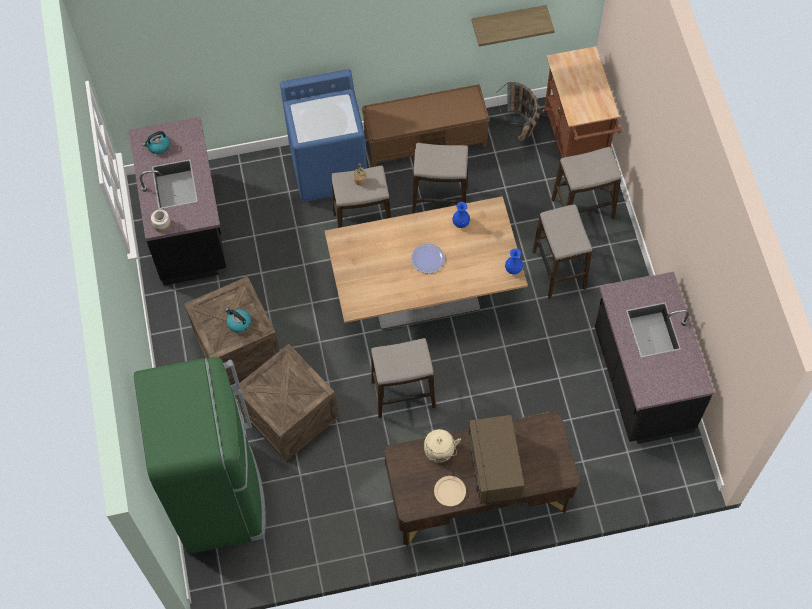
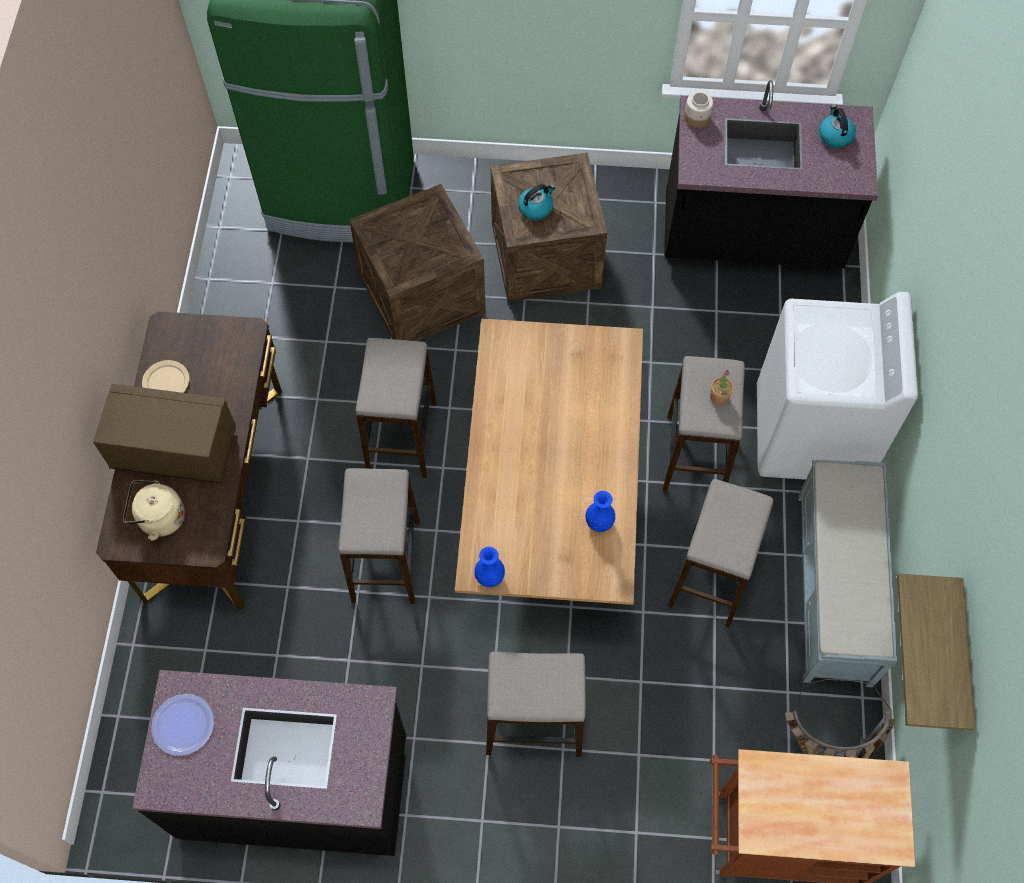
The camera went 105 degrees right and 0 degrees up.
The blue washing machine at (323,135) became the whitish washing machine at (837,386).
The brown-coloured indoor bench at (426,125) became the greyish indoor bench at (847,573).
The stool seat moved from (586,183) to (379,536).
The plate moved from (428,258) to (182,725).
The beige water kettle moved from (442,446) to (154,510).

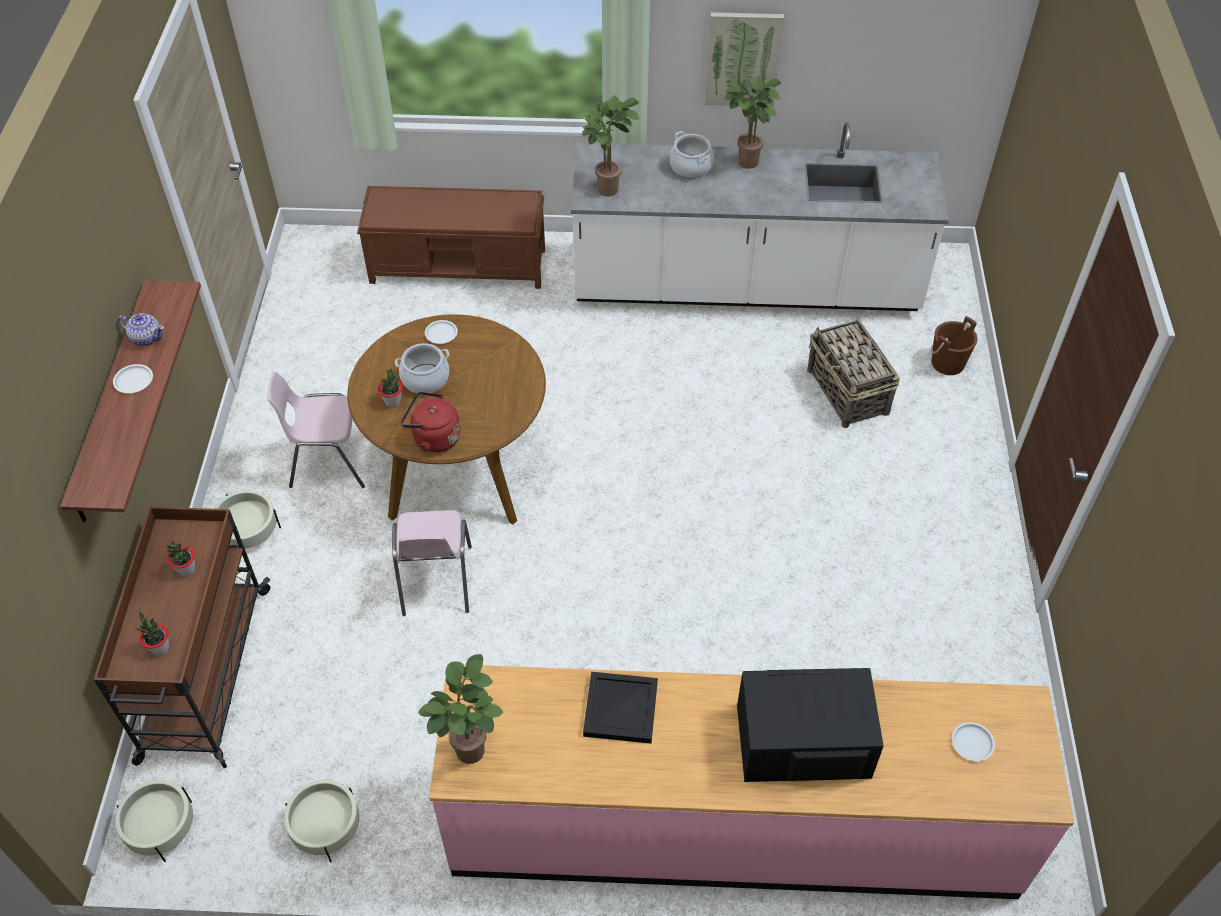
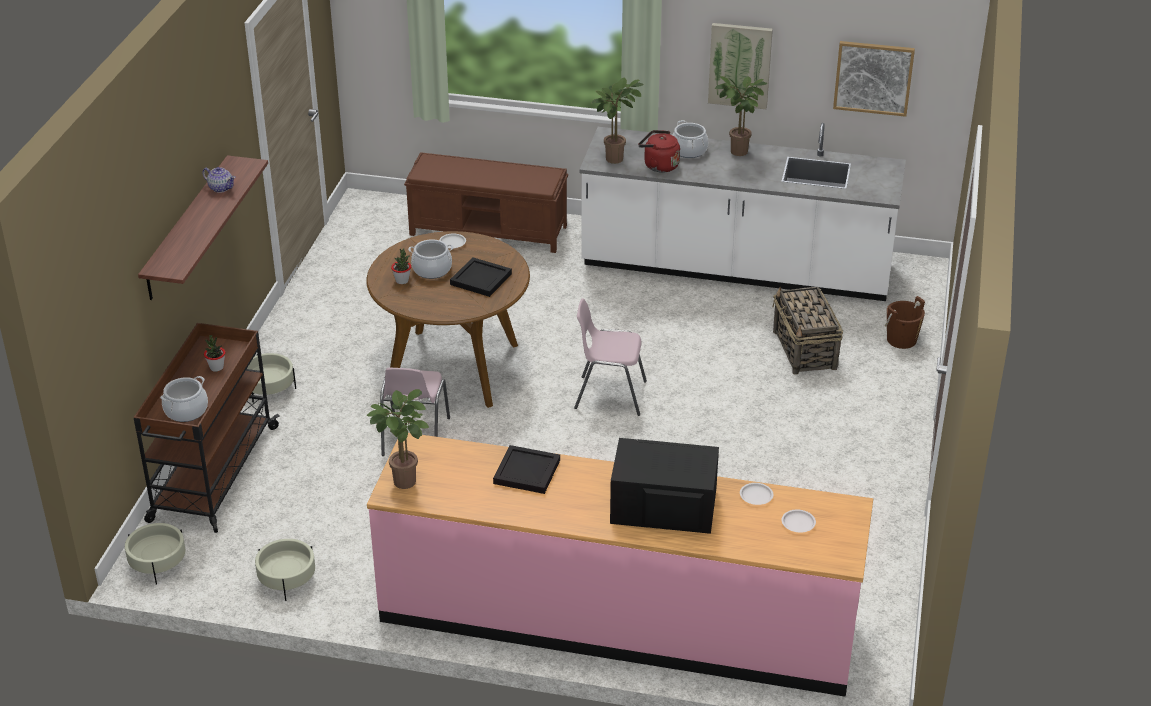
The camera went 10 degrees right and 15 degrees down.
The whitish plate moved from (133,378) to (756,494).
The pinkish plain chair moved from (316,429) to (610,357).
The red-coloured water kettle moved from (431,422) to (659,151).
The potted plant at (152,633) was replaced by the cooking pot at (184,399).
The wall picture at (874,79) appeared.
The blackish serving tray at (481,277) appeared.

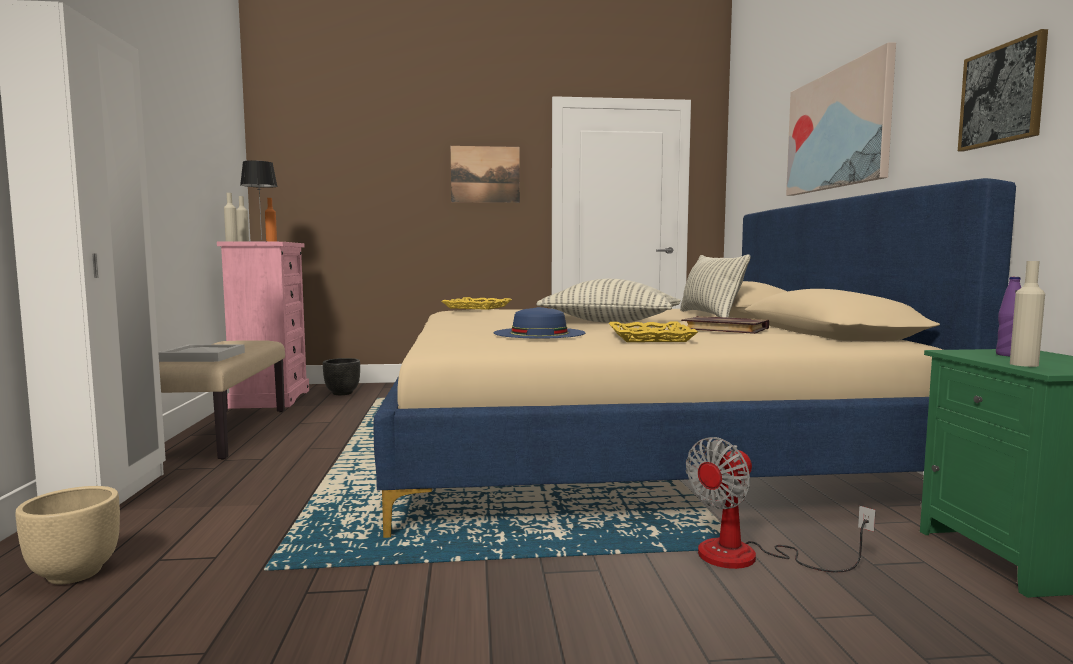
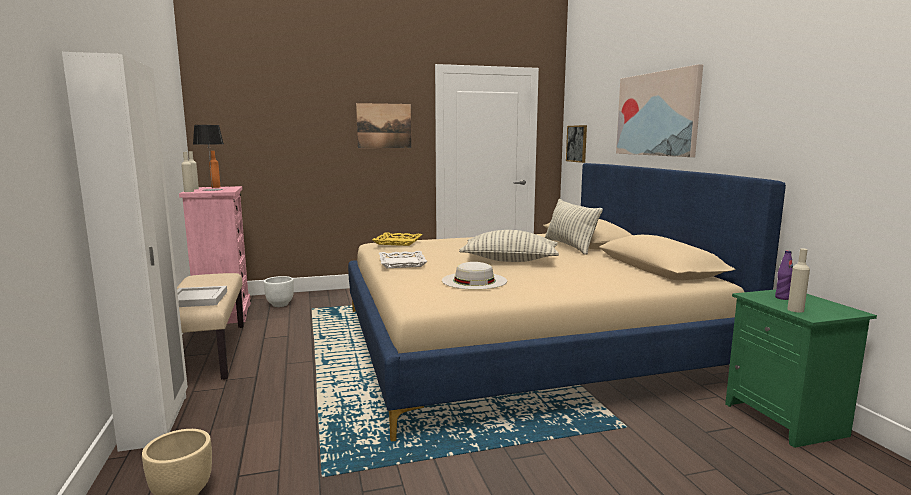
The camera went 10 degrees left and 5 degrees up.
The wall picture moved from (1003,90) to (576,144).
The blue wearable hat at (539,323) became the whitish wearable hat at (474,276).
The bound book at (725,325) disappeared.
The yellow serving tray at (653,332) disappeared.
The blackish planter at (341,376) became the whitish planter at (279,291).
The fan at (781,504) disappeared.
The whitish serving tray at (403,259) appeared.

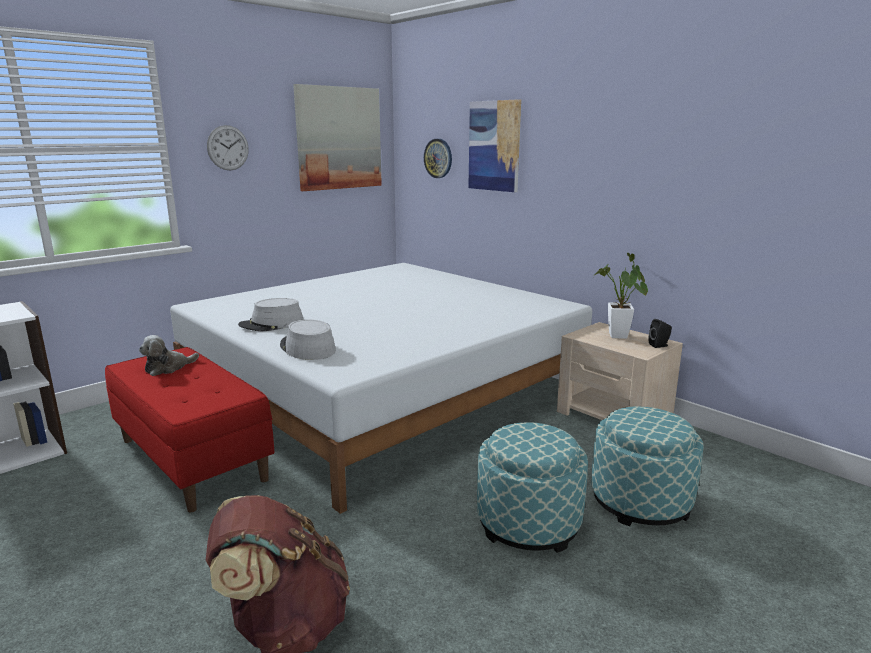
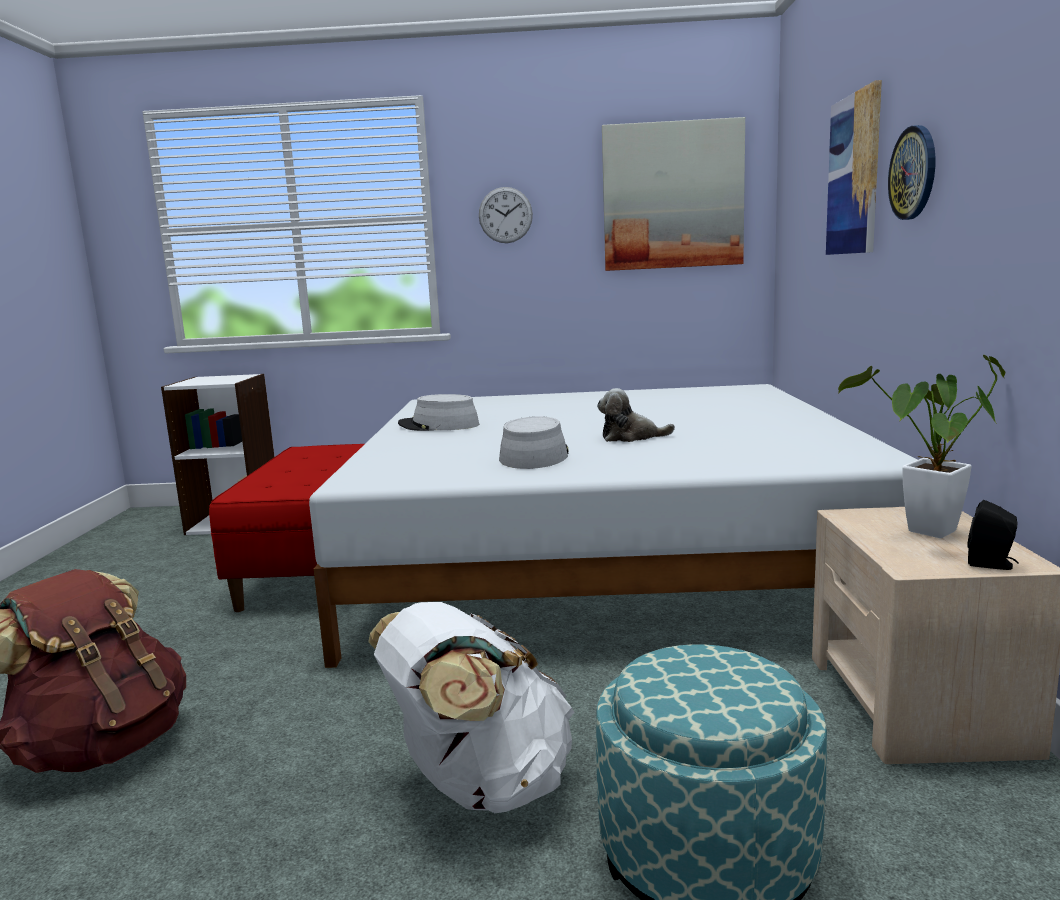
The camera went 45 degrees right and 5 degrees down.
The wall clock moved from (438,158) to (912,172).
The greyish wearable hat moved from (308,339) to (534,442).
The plush toy moved from (169,355) to (636,415).
The footrest at (532,487) was replaced by the whitish backpack at (471,707).

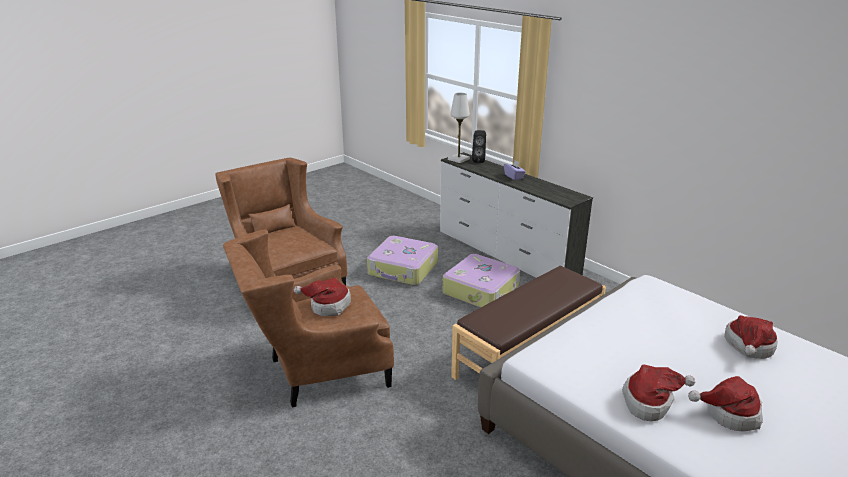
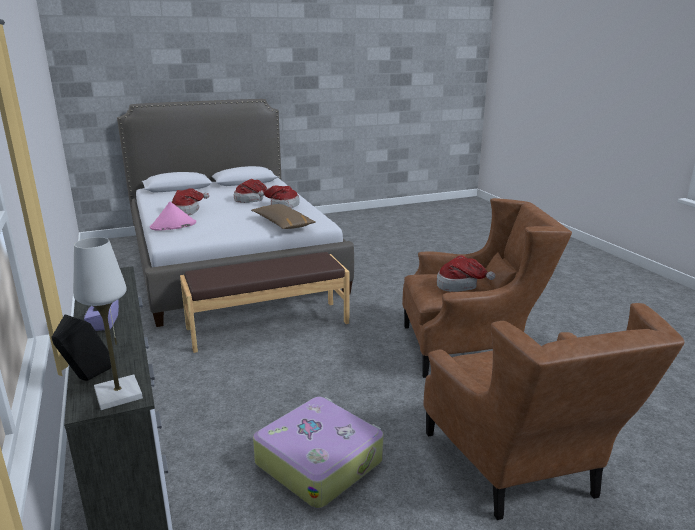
The camera went 160 degrees left and 5 degrees down.
The piece of luggage at (481,281) disappeared.
The pinkish wearable hat at (173,216) appeared.
The brown-coloured cushion at (283,216) appeared.

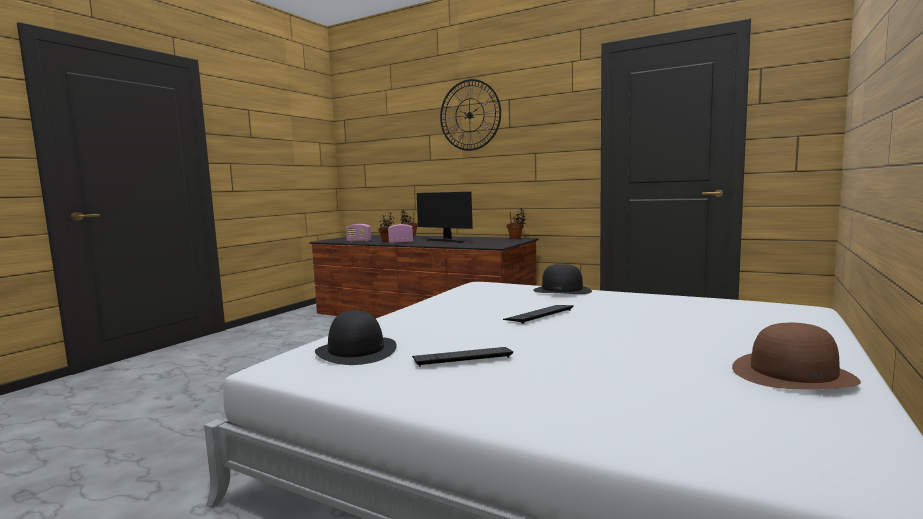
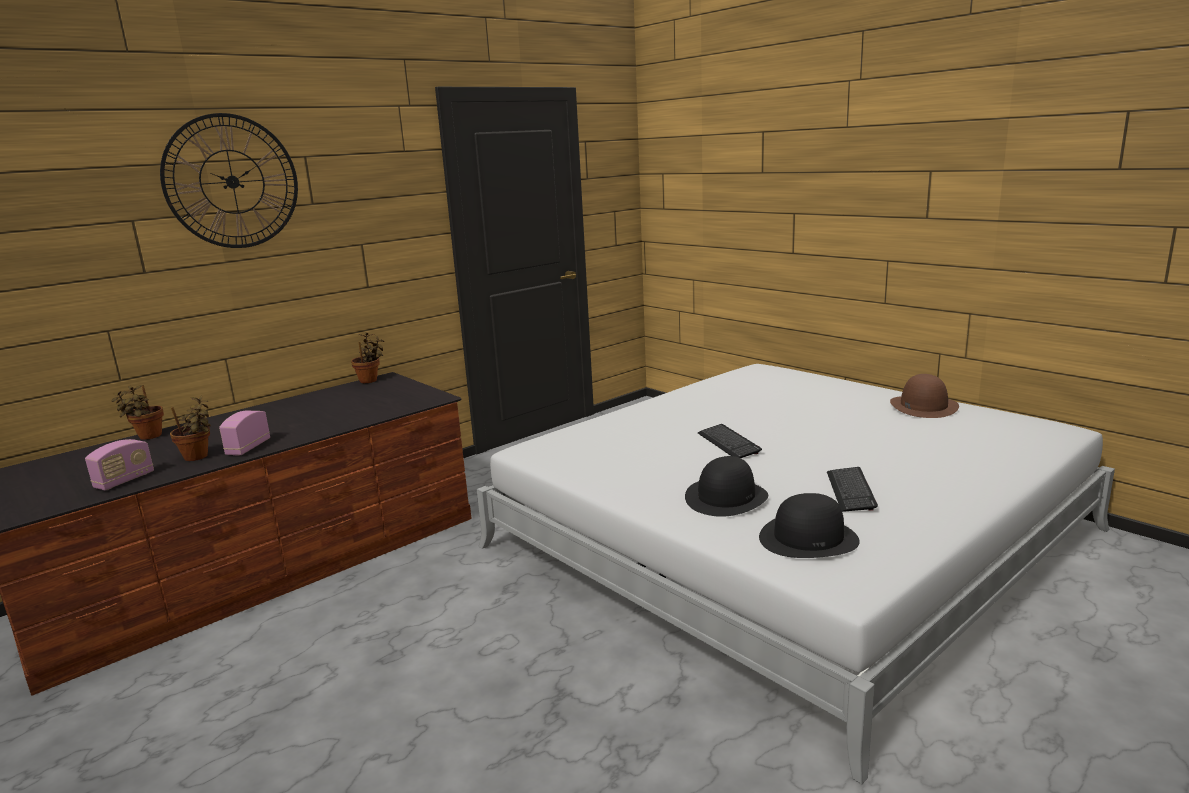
The camera went 70 degrees left and 10 degrees up.
The computer display at (445,217) disappeared.
The blackish wearable hat moved from (562,279) to (726,486).

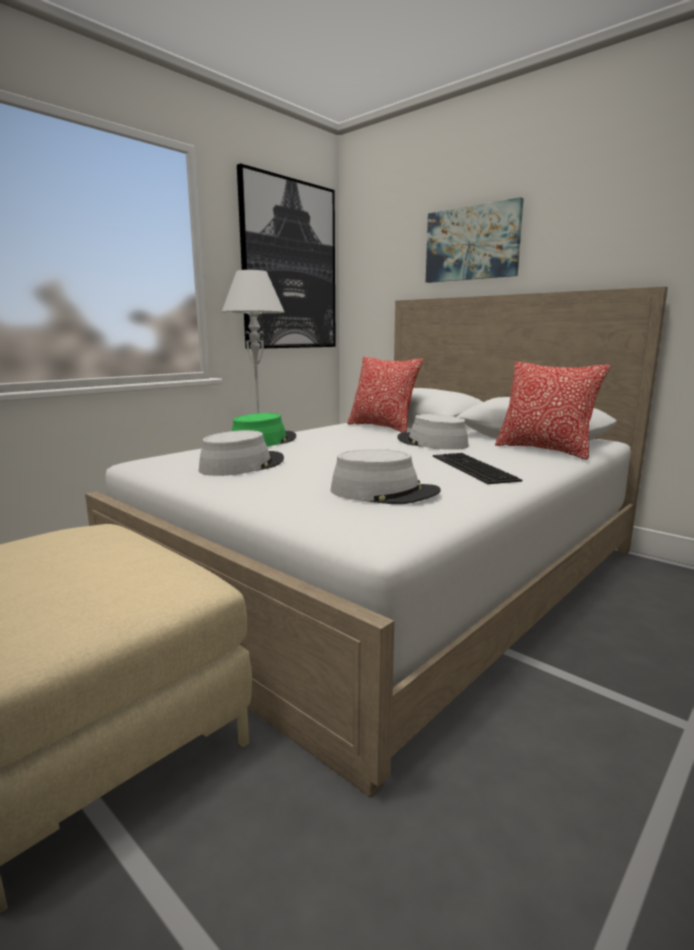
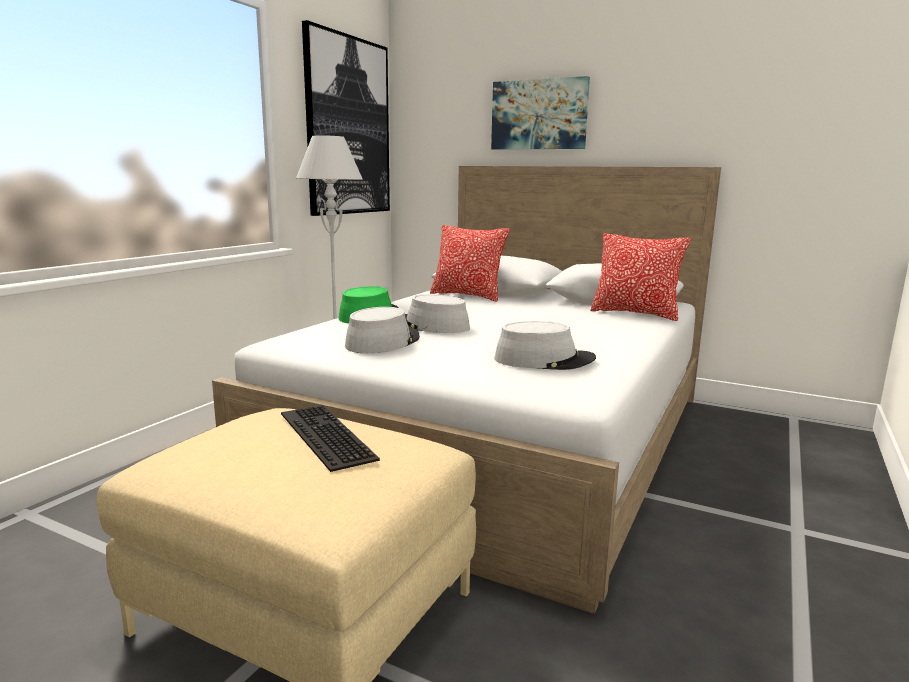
The camera went 15 degrees left and 0 degrees up.
The greyish wearable hat moved from (433,432) to (437,313).
The keyboard moved from (477,468) to (330,438).

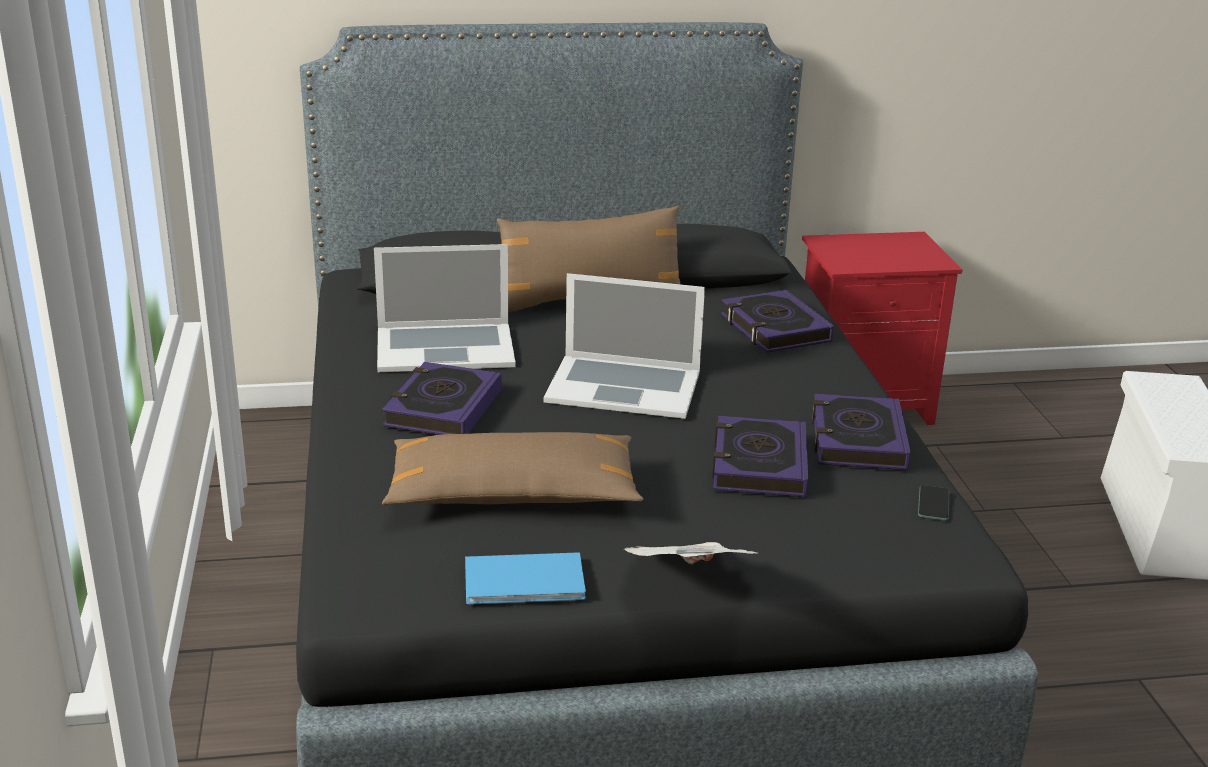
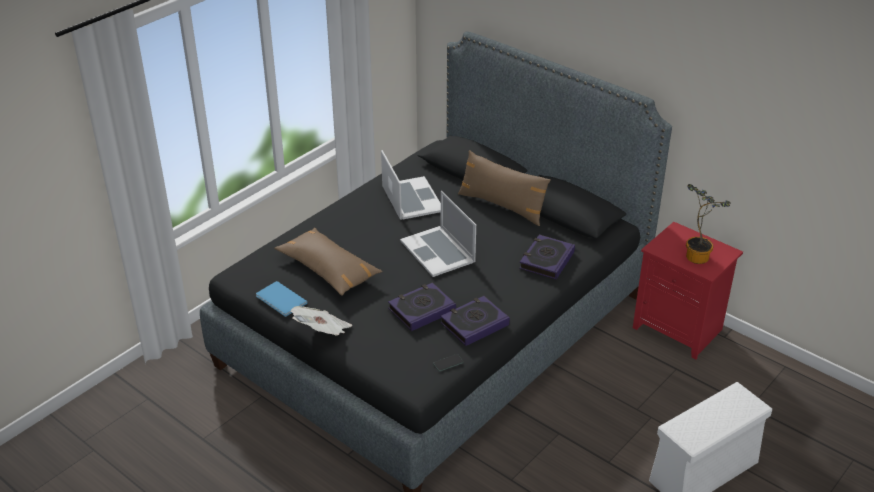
The camera went 50 degrees right and 10 degrees up.
The laptop at (445,308) turned 150 degrees counterclockwise.
The bound book at (441,398) disappeared.
The potted plant at (708,224) appeared.

